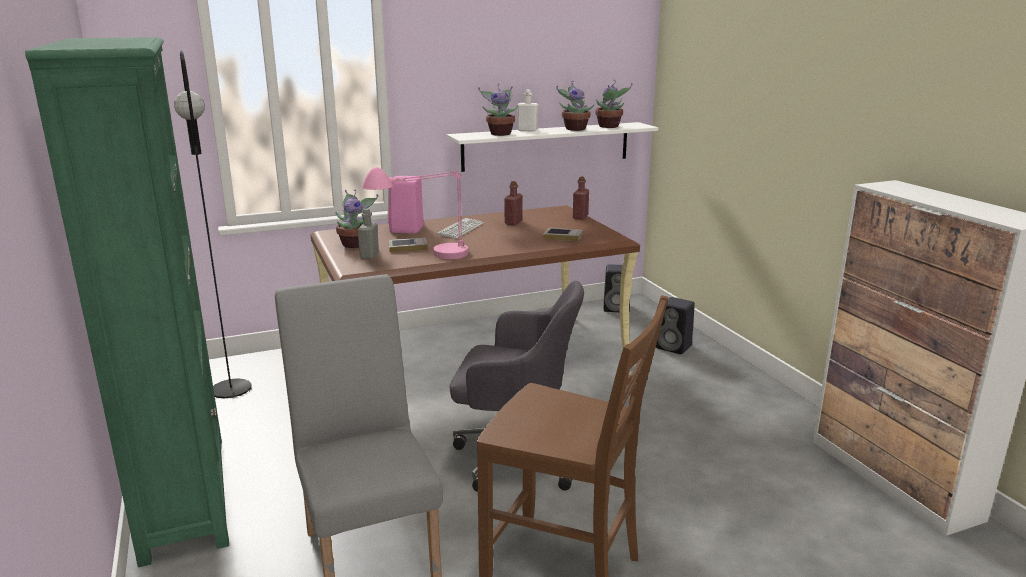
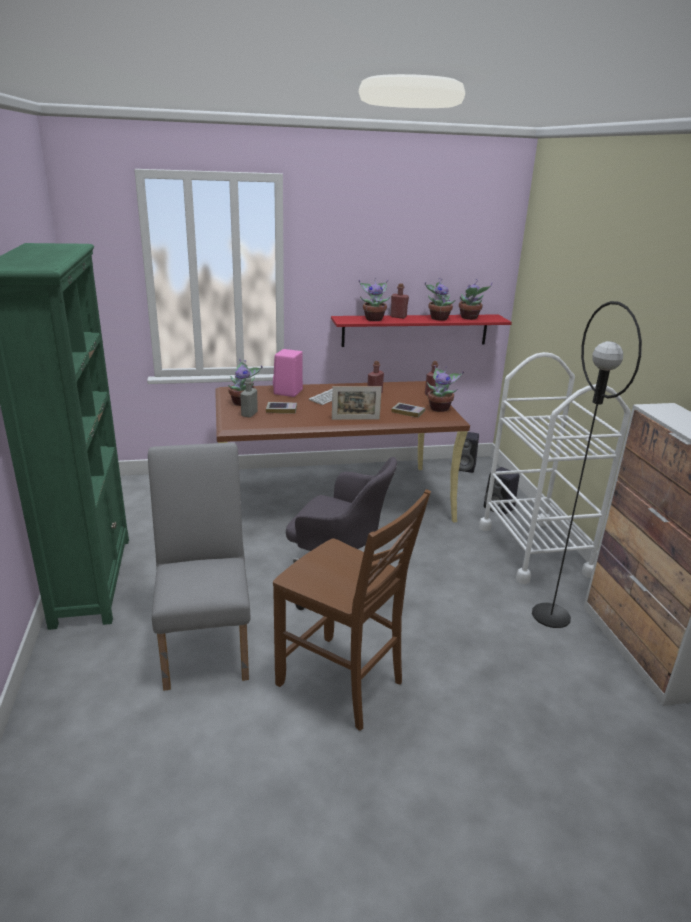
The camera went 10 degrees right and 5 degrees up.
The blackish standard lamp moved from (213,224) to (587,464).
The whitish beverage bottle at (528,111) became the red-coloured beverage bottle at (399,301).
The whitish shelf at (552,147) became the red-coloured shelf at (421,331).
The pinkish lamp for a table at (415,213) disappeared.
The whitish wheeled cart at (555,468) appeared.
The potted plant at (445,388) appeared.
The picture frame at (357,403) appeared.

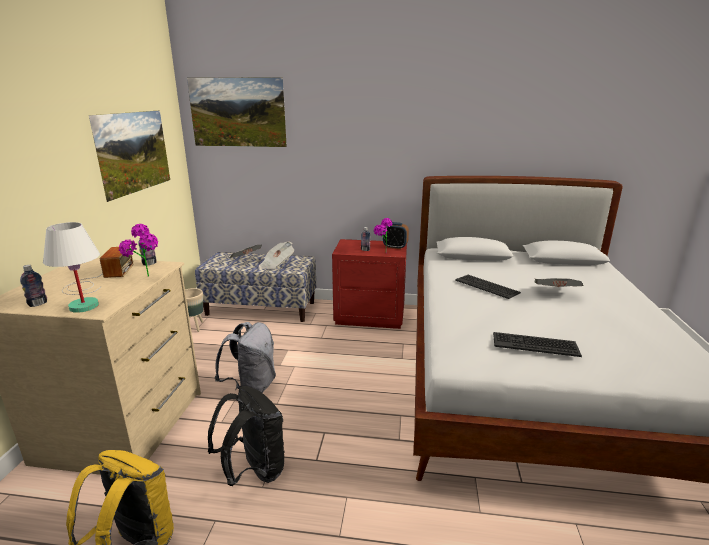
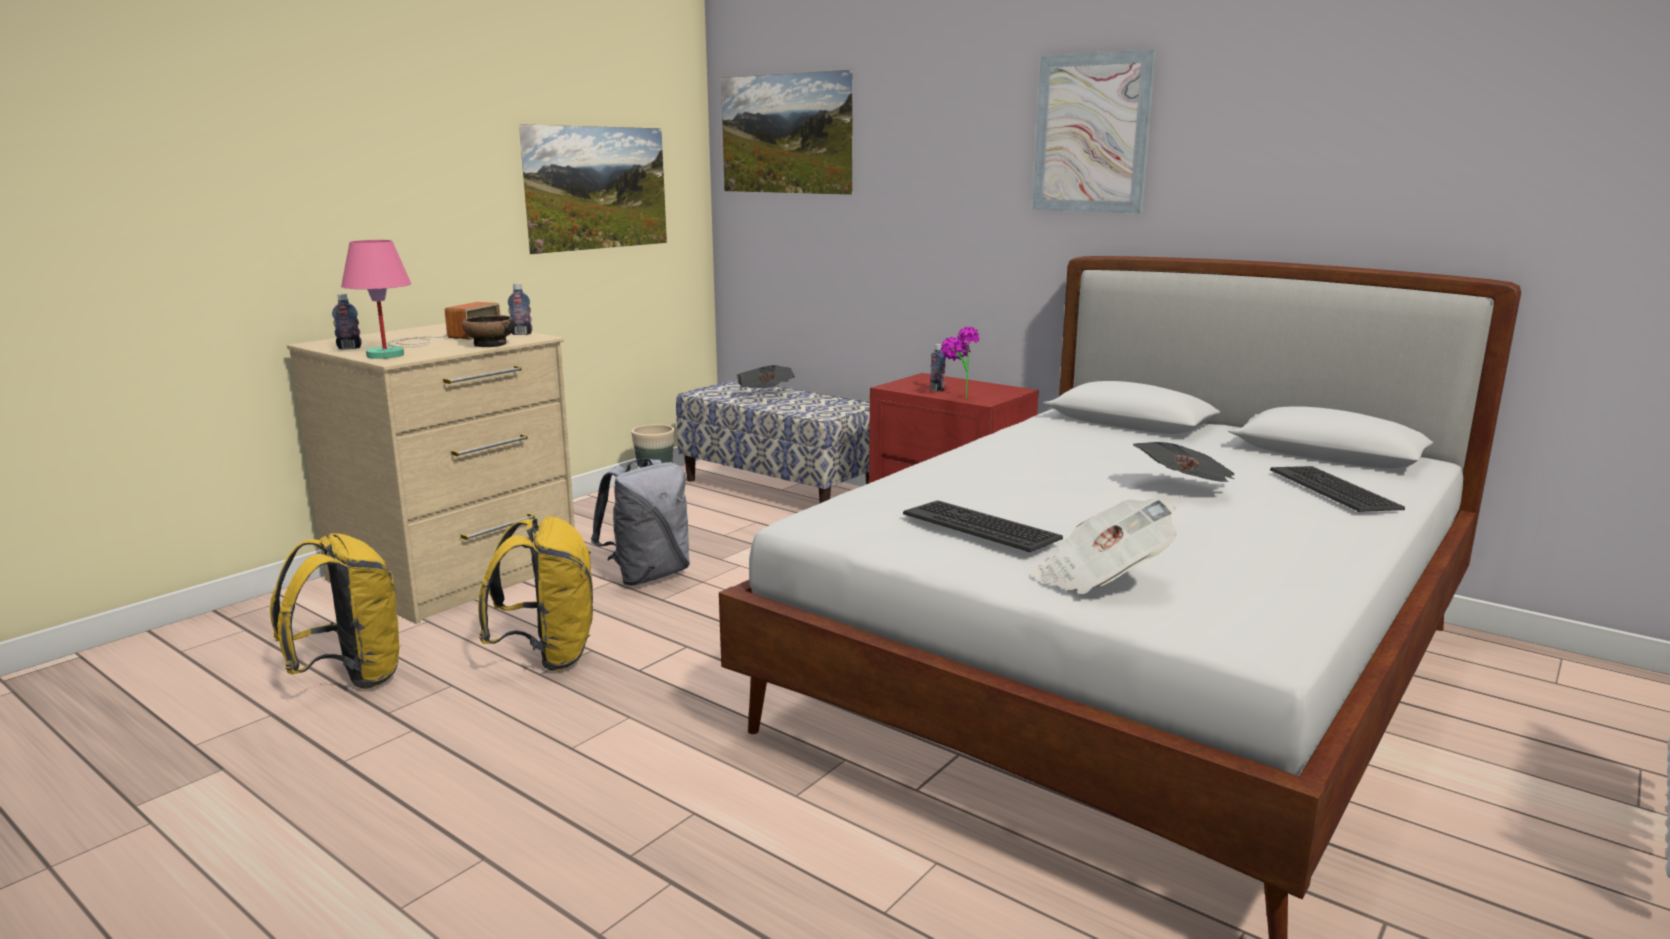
The camera went 30 degrees right and 5 degrees down.
The whitish lamp for a table at (71,267) became the pinkish lamp for a table at (376,299).
The alarm clock at (396,235) disappeared.
The potted plant at (138,250) was replaced by the deep dish at (488,331).
The printed paper moved from (276,255) to (1104,546).
The keyboard moved from (488,287) to (1337,489).
The blackish backpack at (246,436) became the yellow backpack at (535,594).
The wall picture at (1094,131) appeared.

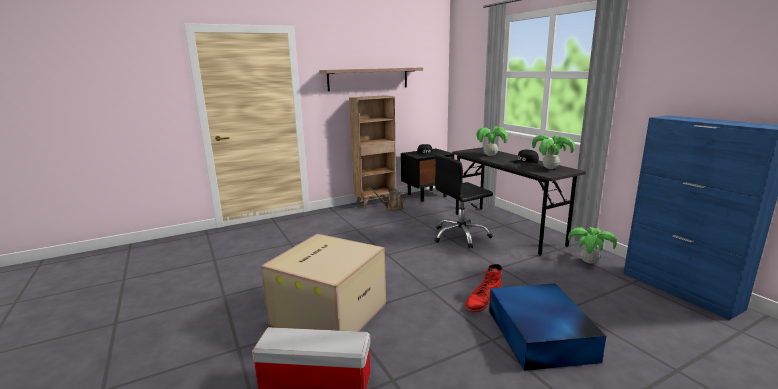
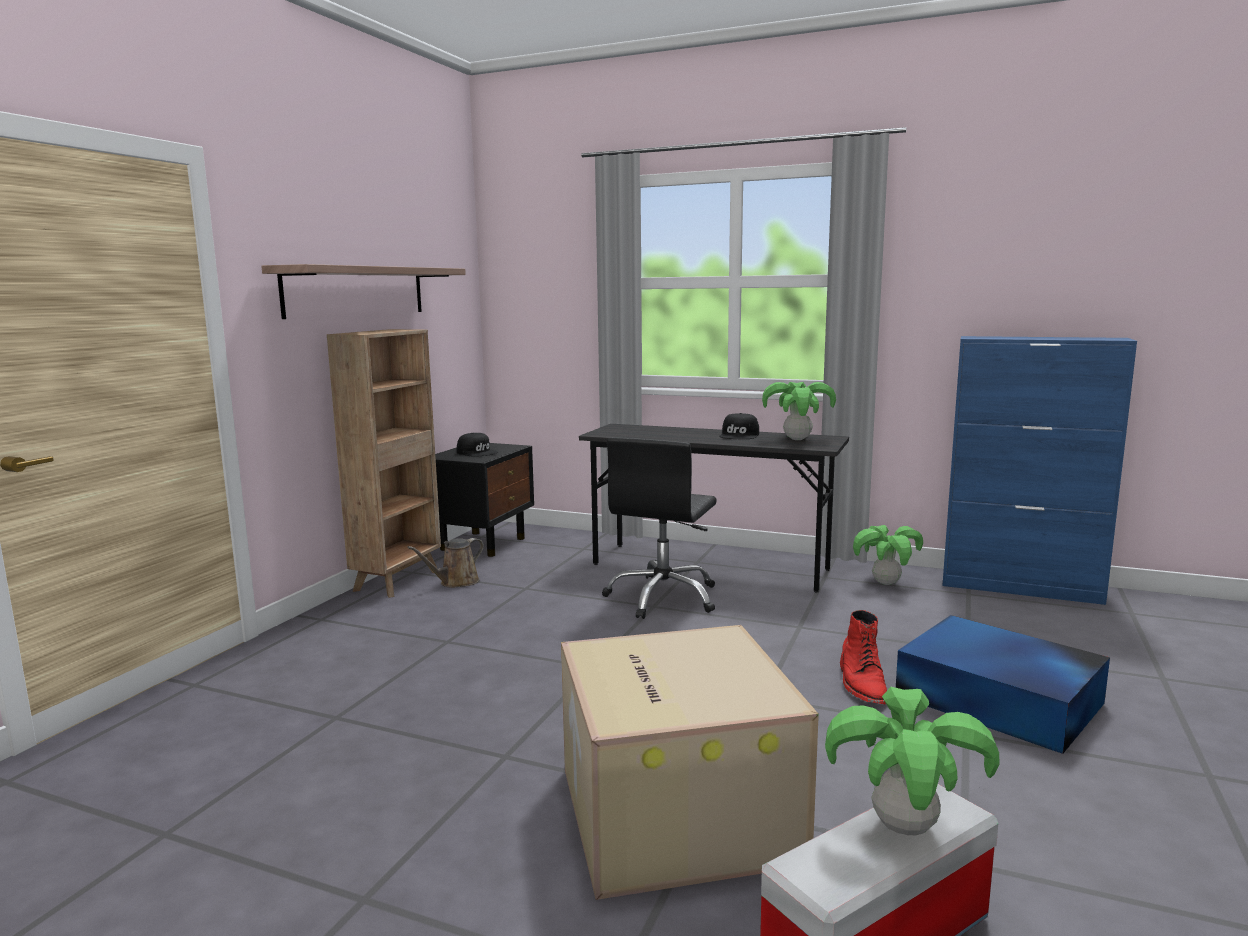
The camera went 40 degrees left and 5 degrees down.
The potted plant moved from (492,141) to (912,761).

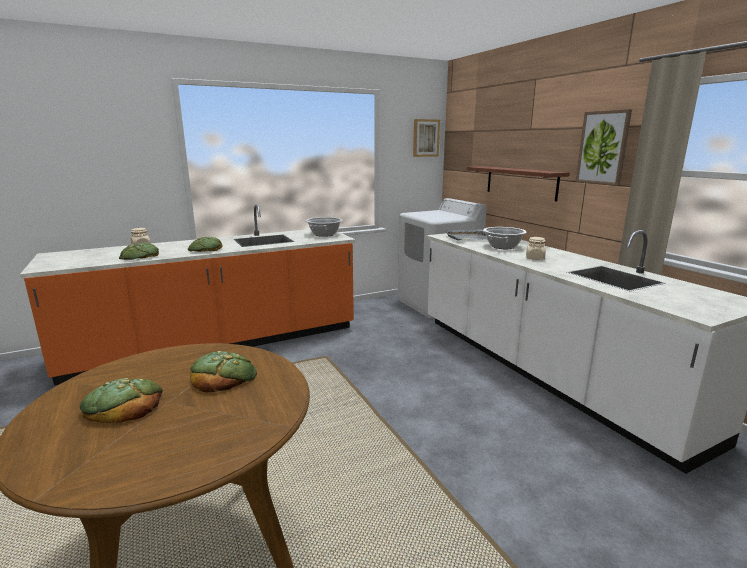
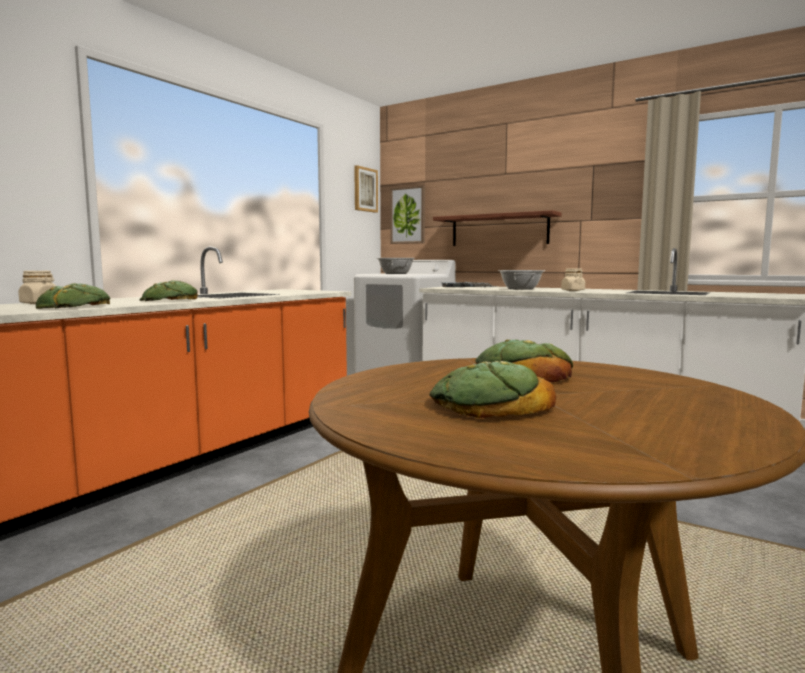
The camera went 30 degrees left and 10 degrees down.
The wall picture moved from (604,147) to (407,214).
The cooking pot moved from (324,227) to (396,266).

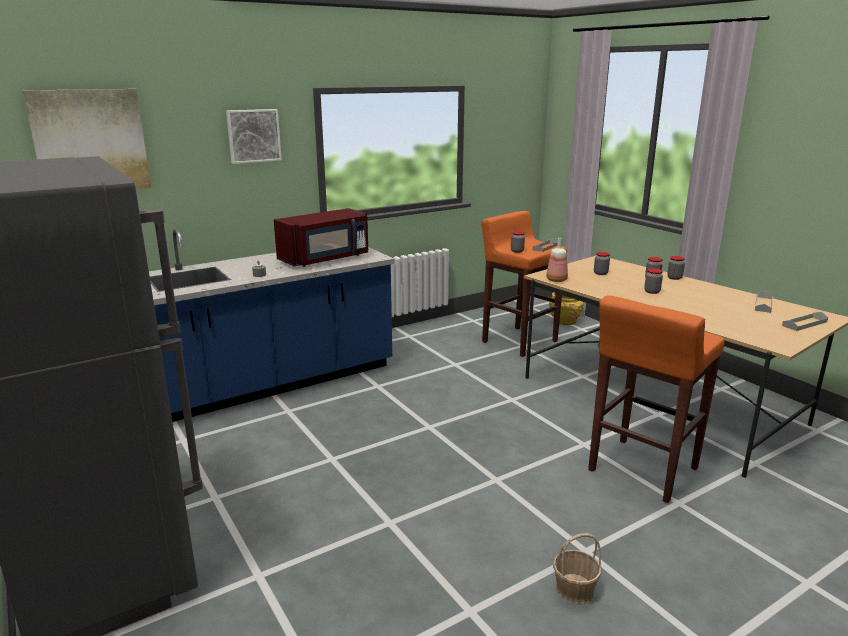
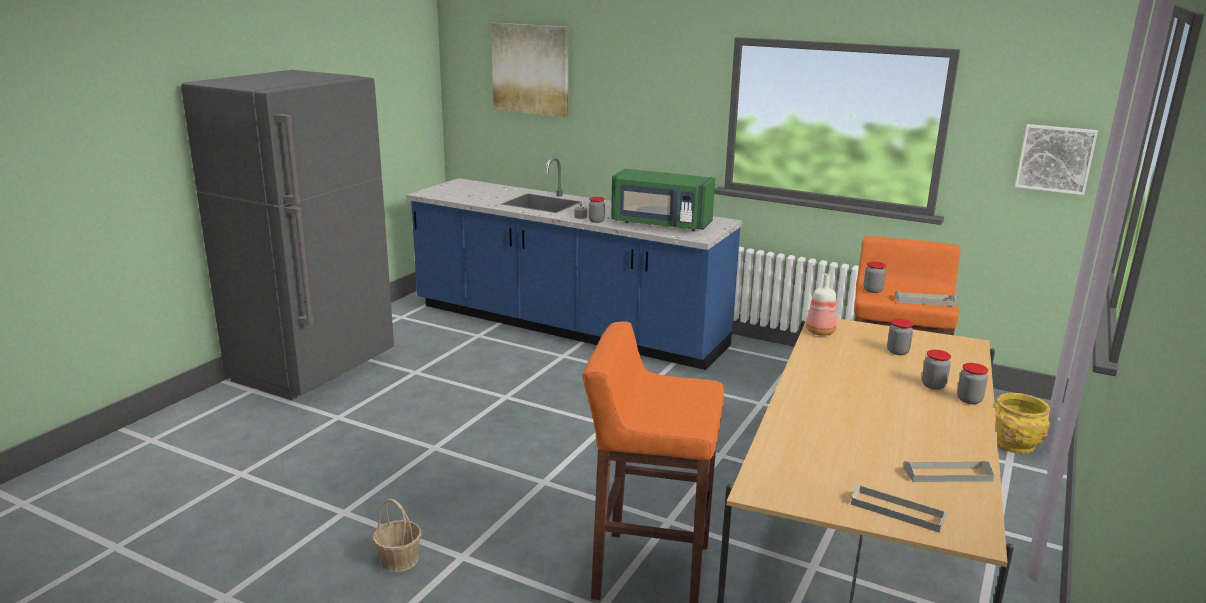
The camera went 60 degrees right and 0 degrees up.
The wall picture moved from (254,136) to (1056,159).
The red-coloured kitchen microwave at (321,237) became the green-coloured kitchen microwave at (663,200).
The storage jar moved from (653,281) to (597,210).

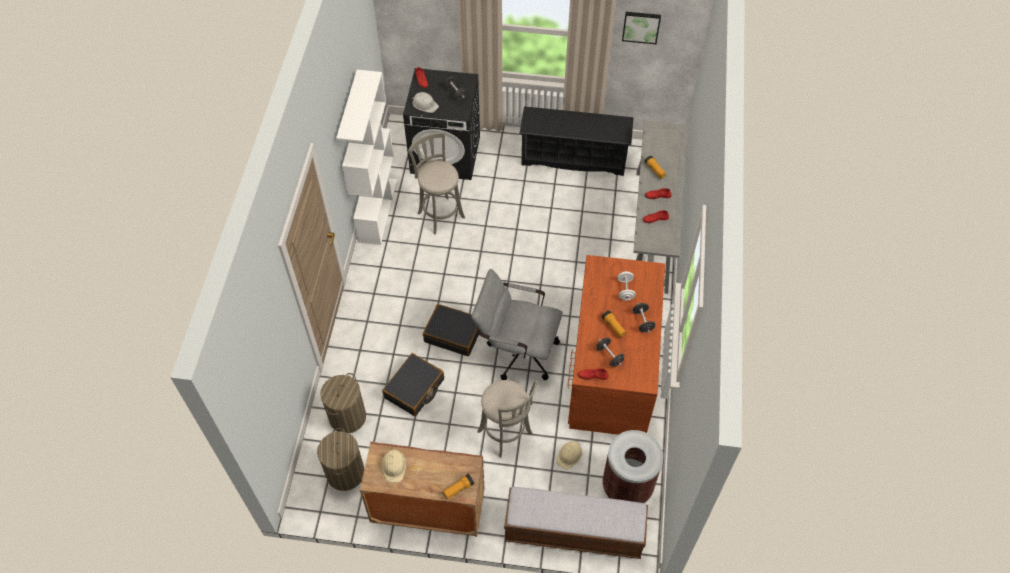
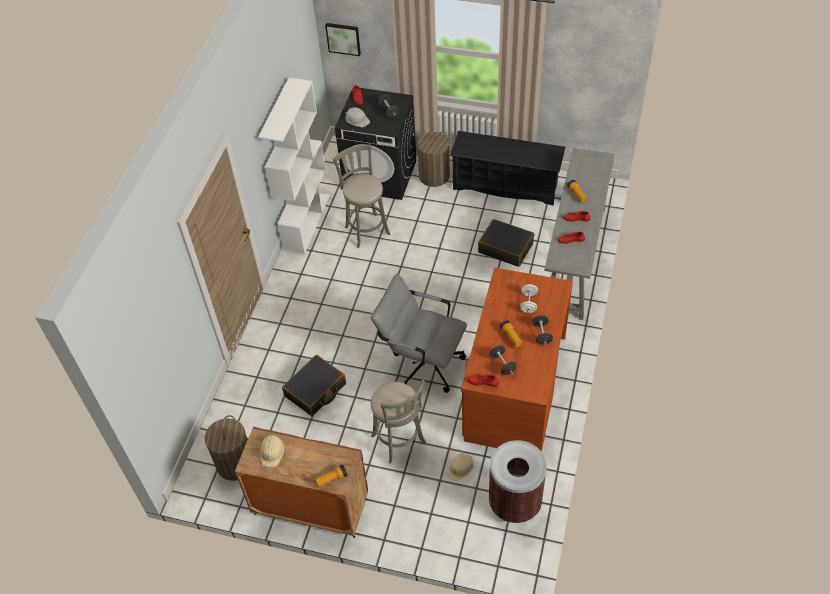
The camera went 10 degrees right and 5 degrees down.
The wall picture moved from (641,28) to (343,39).
The blackish piece of luggage moved from (451,330) to (506,243).
The laundry basket moved from (343,403) to (433,159).
The indoor bench at (576,523) disappeared.

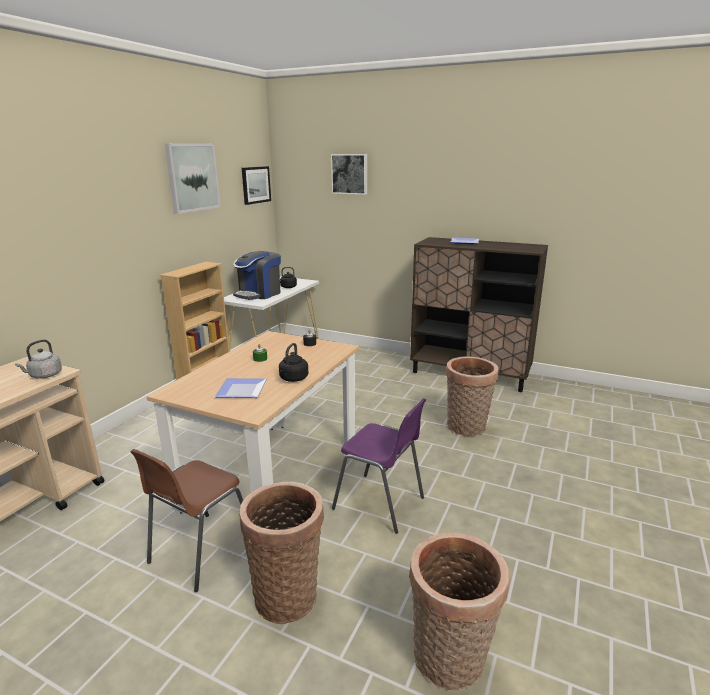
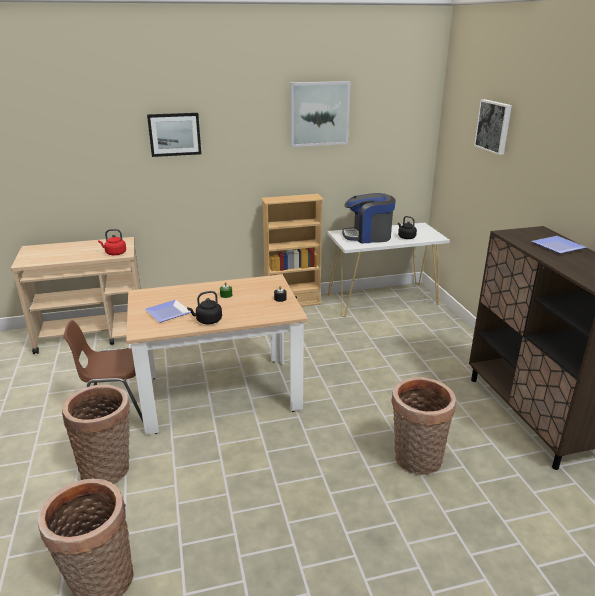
The camera went 50 degrees right and 5 degrees up.
The wall picture moved from (256,185) to (174,135).
The greyish water kettle at (38,359) became the red-coloured water kettle at (112,242).
The purple plain chair at (379,466) disappeared.

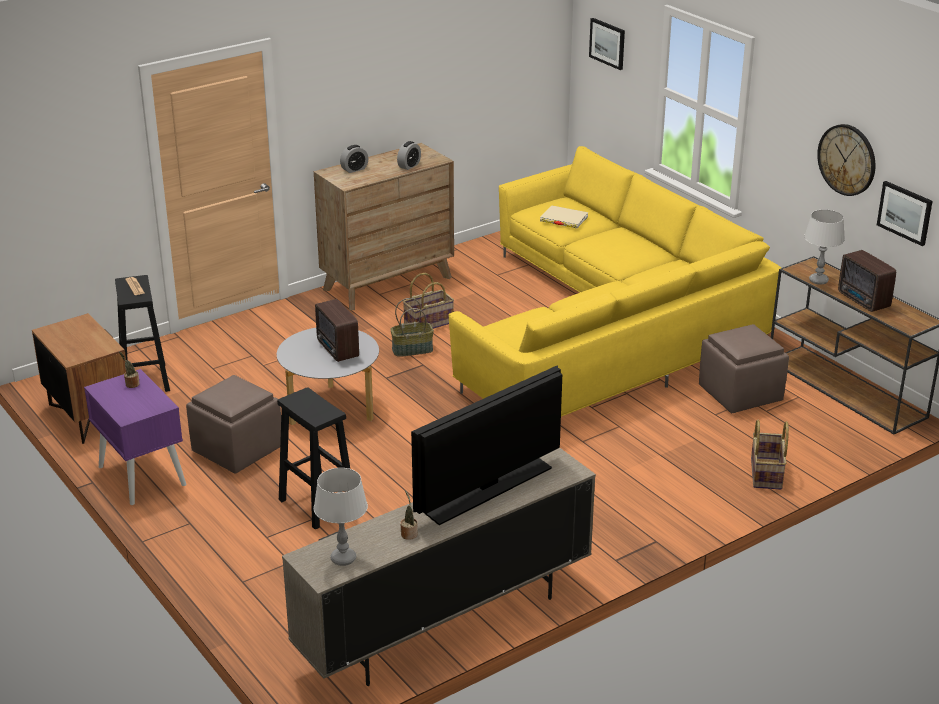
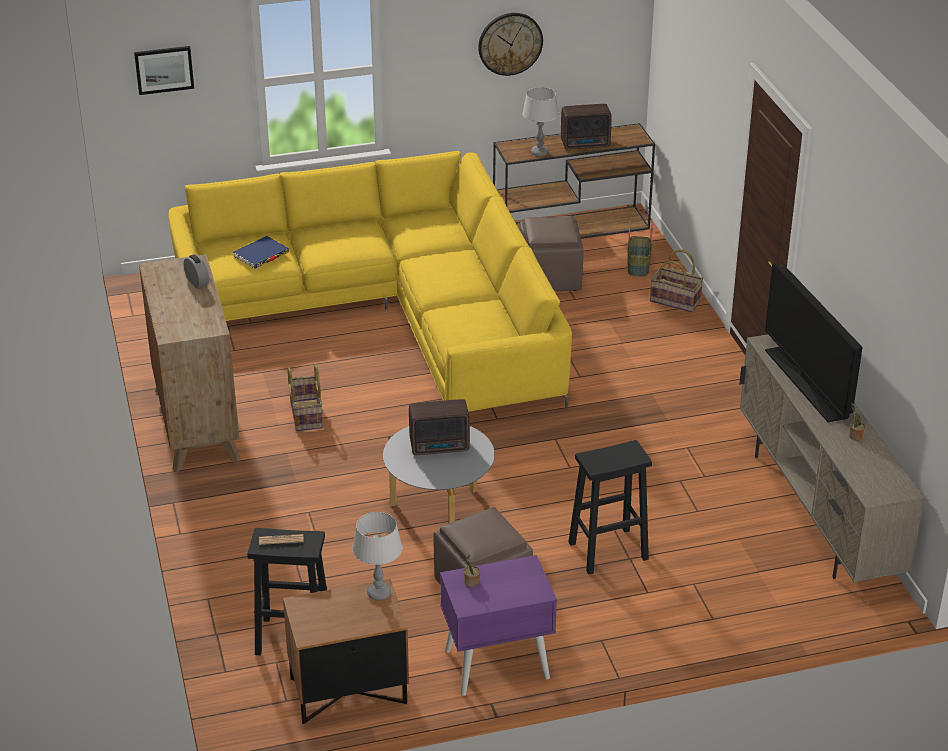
The camera went 70 degrees left and 5 degrees up.
The alarm clock at (354,159) disappeared.
The wall picture at (905,213) disappeared.
The beige bound book at (564,216) became the blue bound book at (261,252).
The storage basket moved from (412,327) to (640,248).
The greyish lamp for a table moved from (341,517) to (377,556).

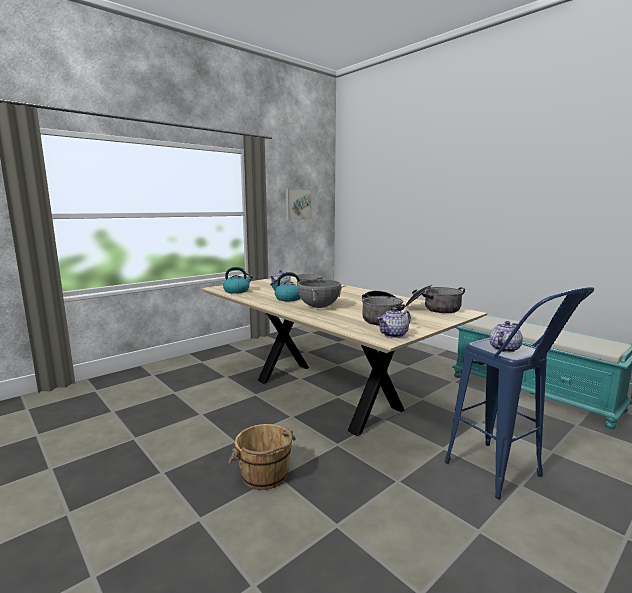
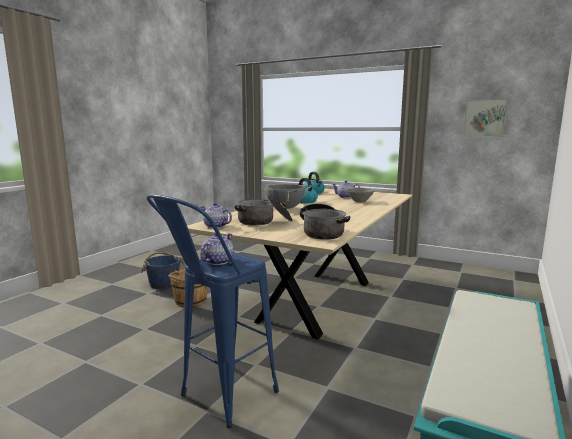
The camera went 70 degrees right and 0 degrees up.
The tea pot at (506,337) turned 90 degrees counterclockwise.
The blue bucket at (163,270) appeared.

